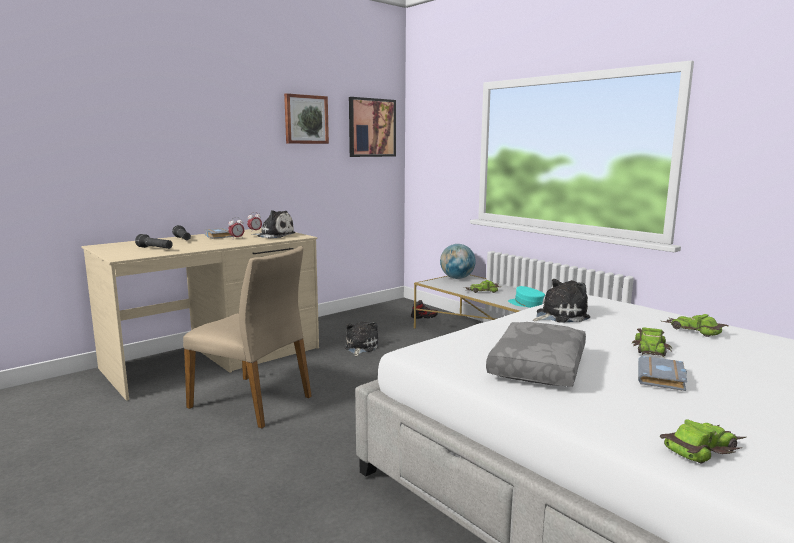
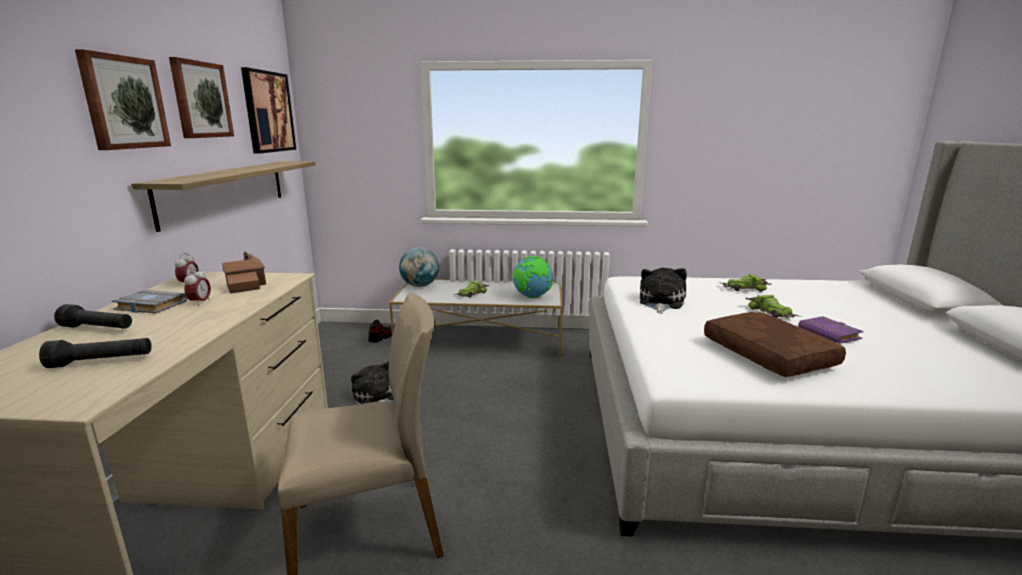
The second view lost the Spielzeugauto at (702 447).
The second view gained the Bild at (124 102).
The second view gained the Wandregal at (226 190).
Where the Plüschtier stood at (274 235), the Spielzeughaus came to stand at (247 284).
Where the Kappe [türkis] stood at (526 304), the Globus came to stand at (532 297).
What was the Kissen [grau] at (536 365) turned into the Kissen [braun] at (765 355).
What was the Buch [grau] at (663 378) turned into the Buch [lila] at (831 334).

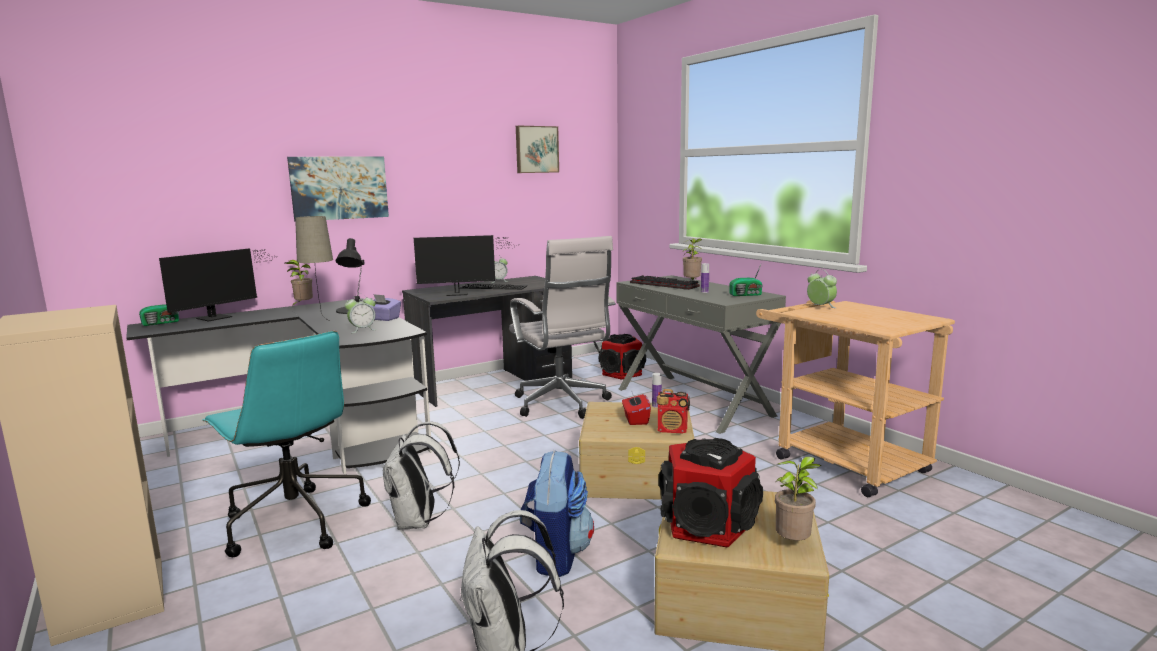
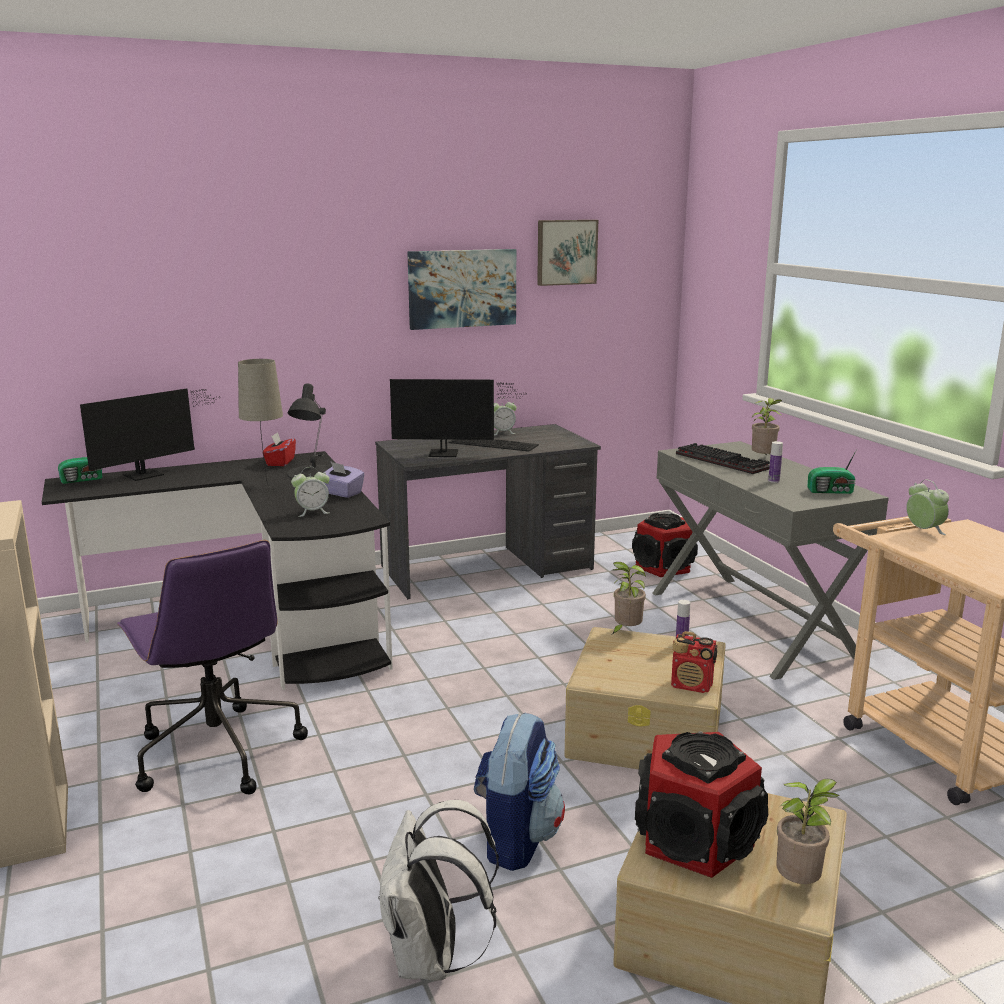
The second view lost the Rucksack [weiß] at (419 522).
The second view lost the Bürostuhl [weiß] at (562 405).
The Topfpflanze ended up elsewhere, having gone from (302 305) to (626 631).
The Bild ended up elsewhere, having gone from (339 188) to (462 288).
The Taschentuchbox [rot] ended up elsewhere, having gone from (635 419) to (280 462).
What was the Bürostuhl [türkis] at (293 522) turned into the Bürostuhl [lila] at (216 751).

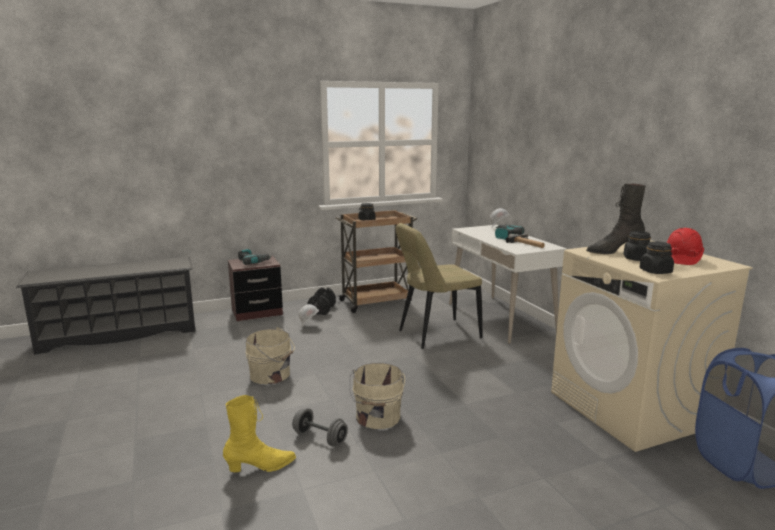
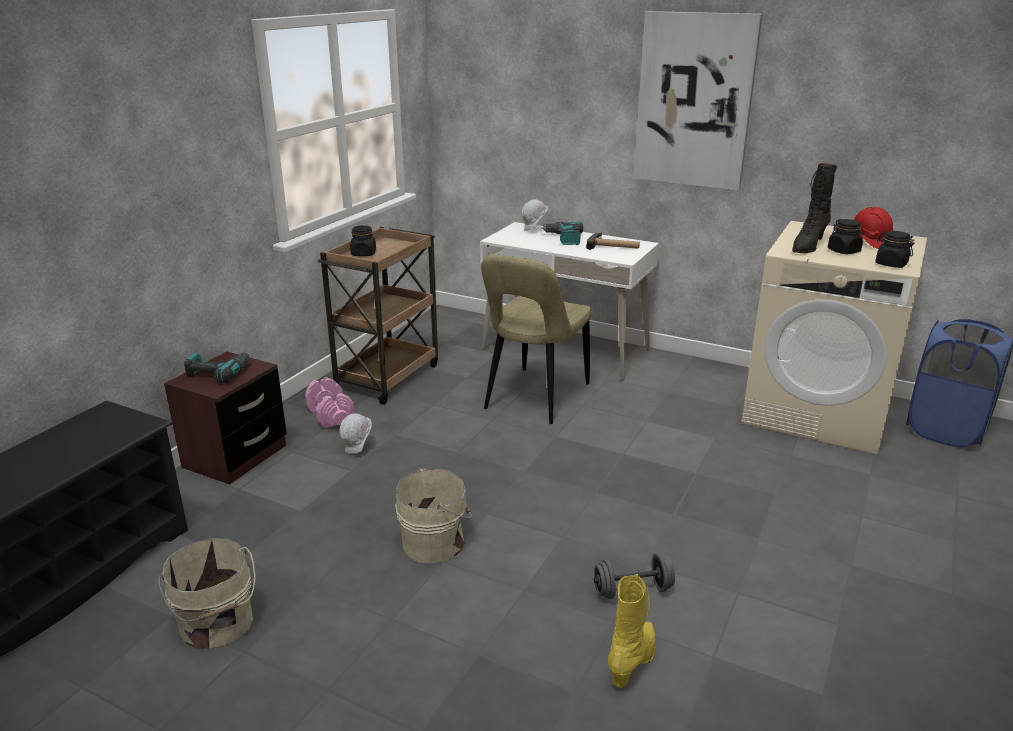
The second view gained the Bild at (694 101).
The Eimer [beige] ended up elsewhere, having gone from (377 417) to (217 625).
What was the Hantel [schwarz] at (322 309) turned into the Hantel [rosa] at (331 415).

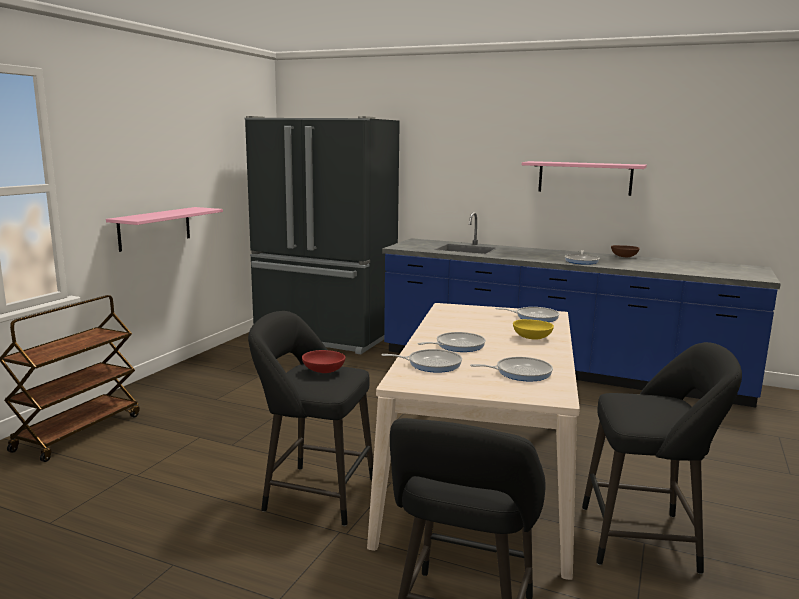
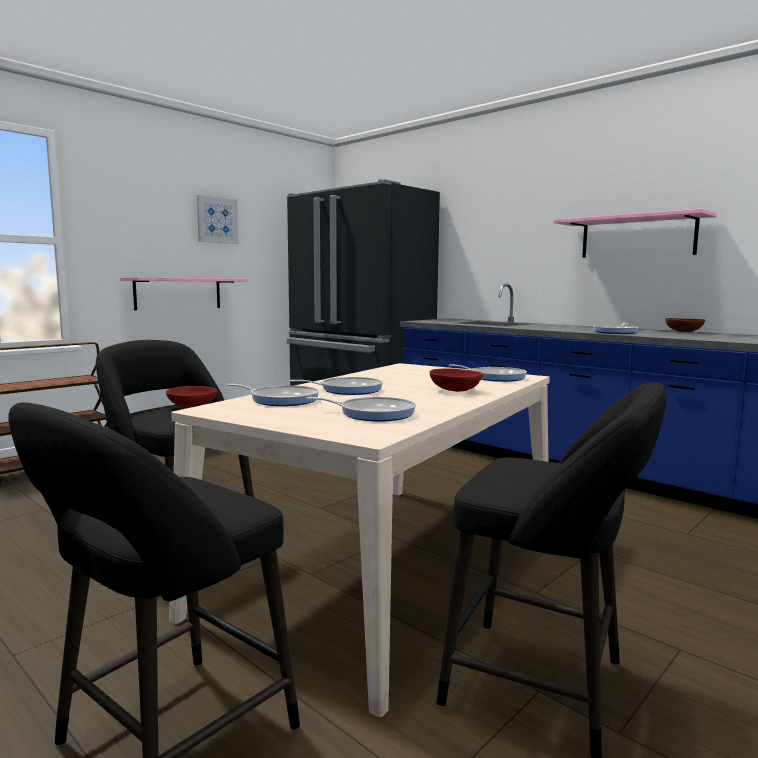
The second view gained the Bild at (217 220).
What was the Schüssel [gelb] at (531 338) turned into the Schüssel [rot] at (455 390).

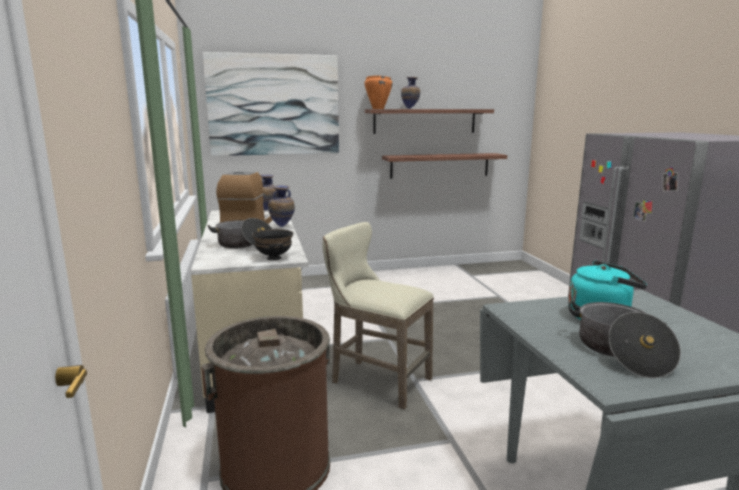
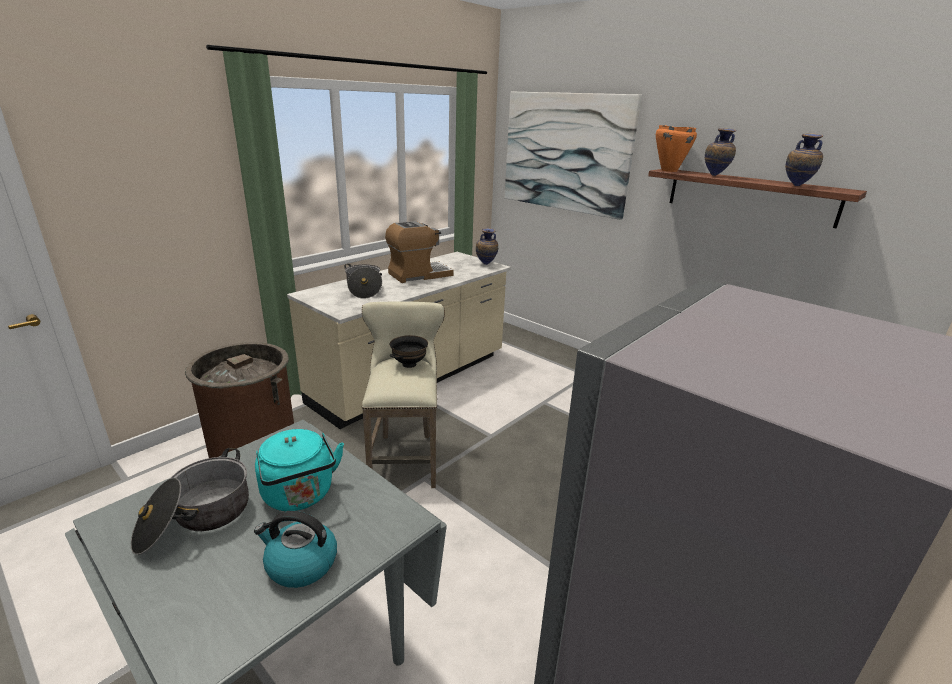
The second view lost the Wandregal at (440 165).
The second view gained the Wasserkessel at (300 564).
The Schüssel [schwarz] ended up elsewhere, having gone from (273 258) to (409 364).
The Vase ended up elsewhere, having gone from (282 227) to (796 186).

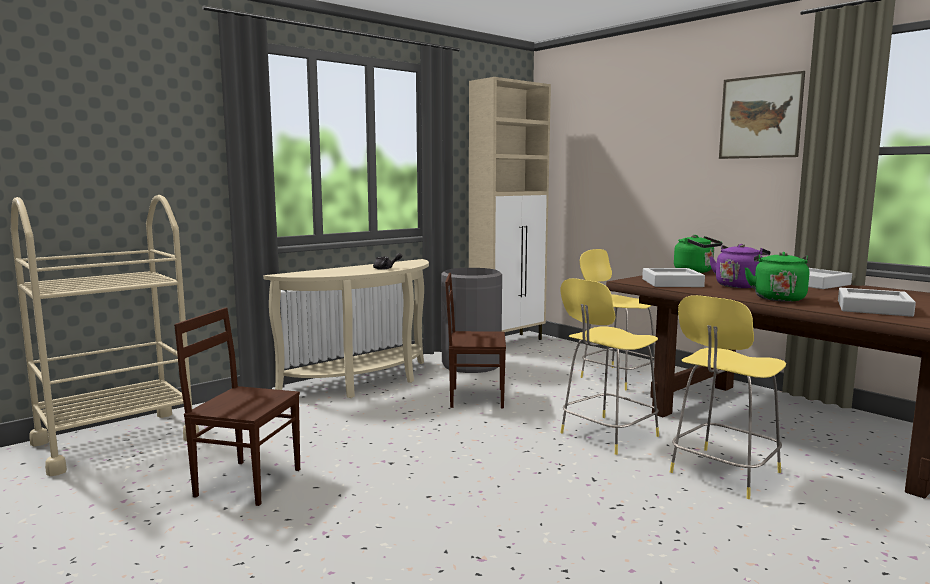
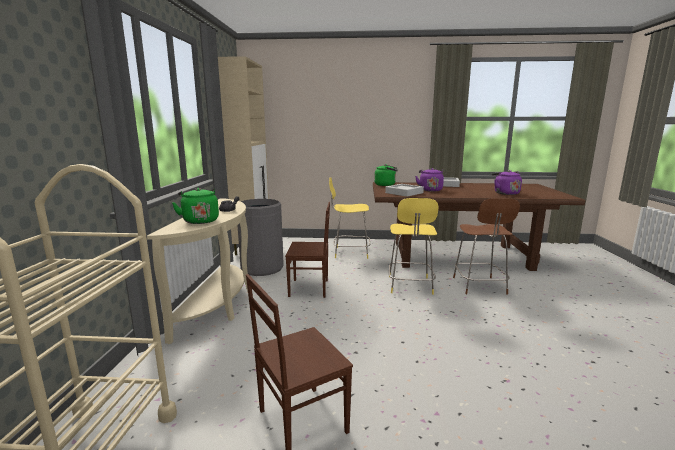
The second view lost the Bild at (760 117).
The Wasserkessel [grün] ended up elsewhere, having gone from (777 298) to (200 220).
Where the Tablett [grau] stood at (873 308), the Wasserkessel [lila] came to stand at (505 193).
What was the Hocker [gelb] at (723 473) turned into the Hocker [braun] at (479 286).
The Stuhl [braun] at (476 397) ended up facing another way, 135 degrees counterclockwise from before.

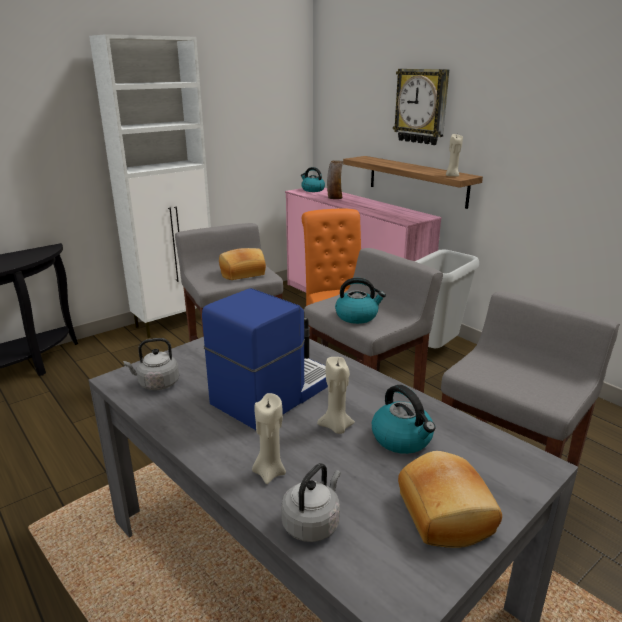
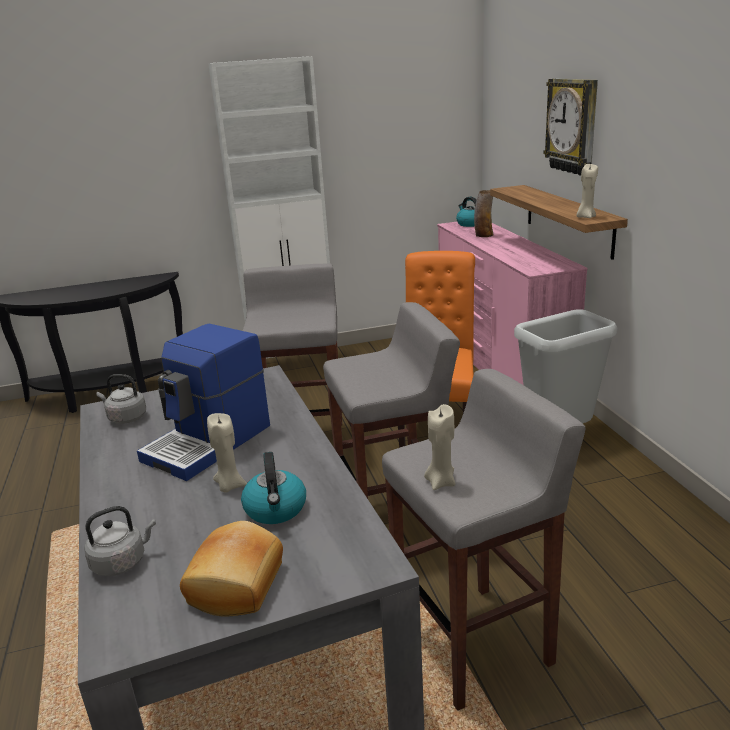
The second view lost the Brot at (242 273).
The second view lost the Wasserkessel at (357 316).
The Kerze [beige] ended up elsewhere, having gone from (269 472) to (440 482).
The Kaffeemaschine at (272 392) ended up facing another way, 150 degrees clockwise from before.

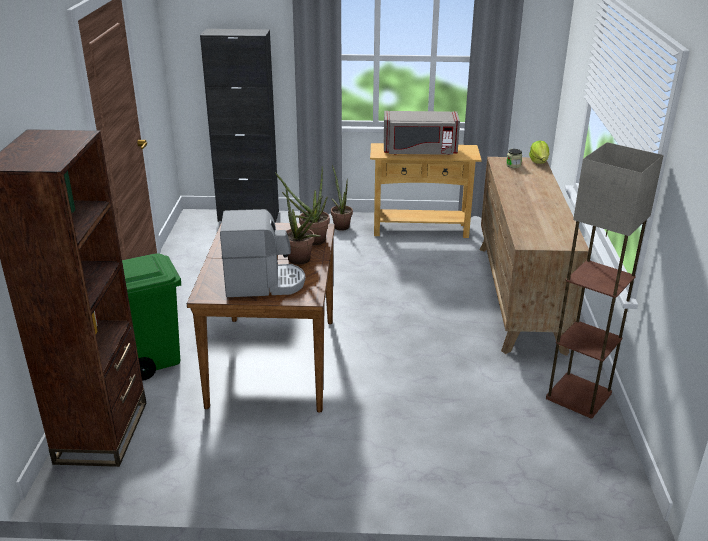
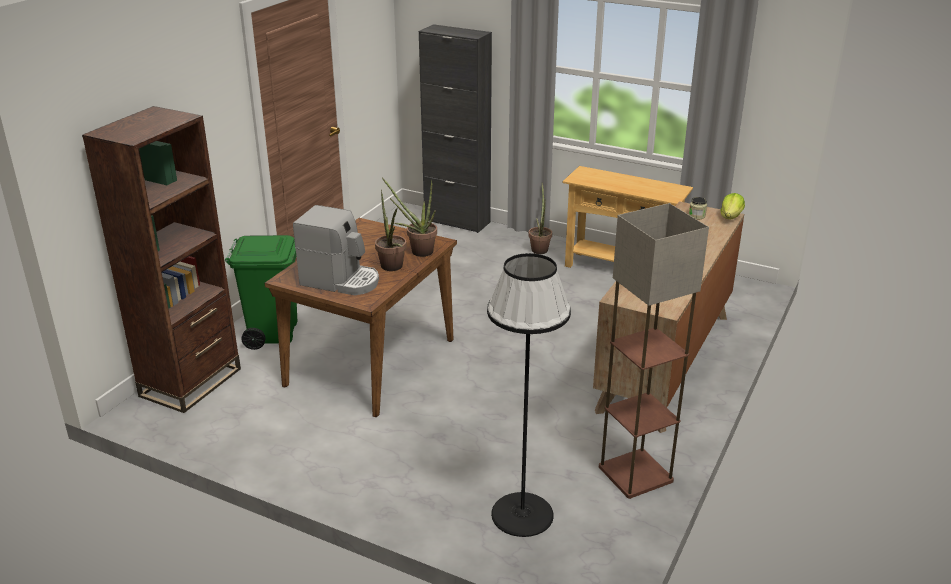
The second view lost the Mikrowelle [grau] at (419 151).
The second view gained the Stehlampe [schwarz] at (522 514).

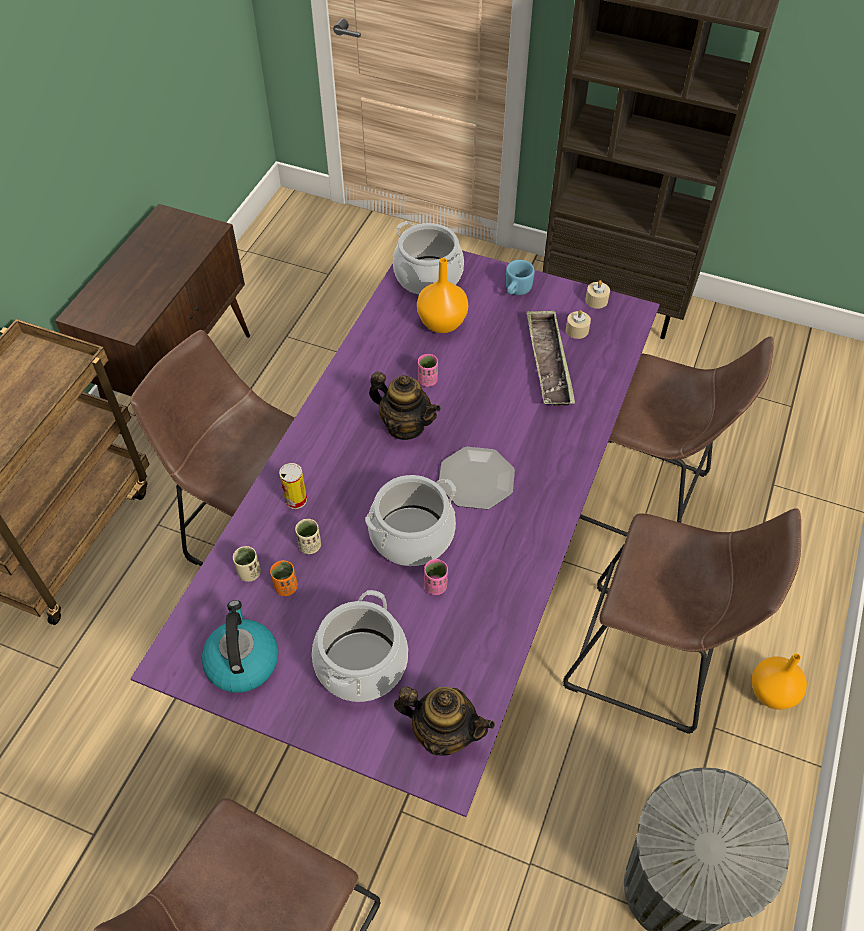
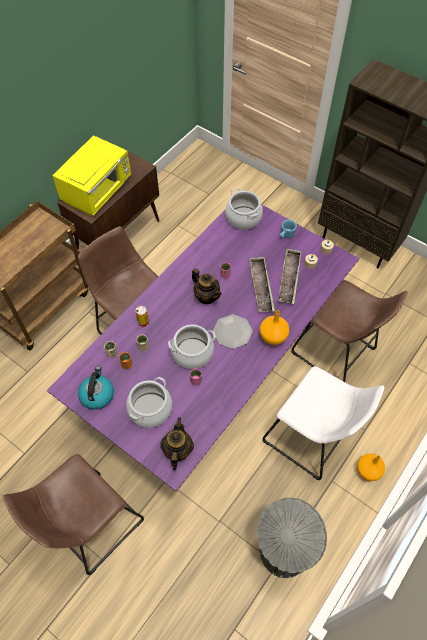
The second view gained the Mikrowelle [gelb] at (98 191).
The second view gained the Tablett at (261 286).
The Vase [orange] ended up elsewhere, having gone from (442 322) to (273 336).
What was the Hocker [braun] at (652 662) turned into the Hocker [weiß] at (311 440).
The Teekanne at (443 733) ended up facing another way, 120 degrees counterclockwise from before.

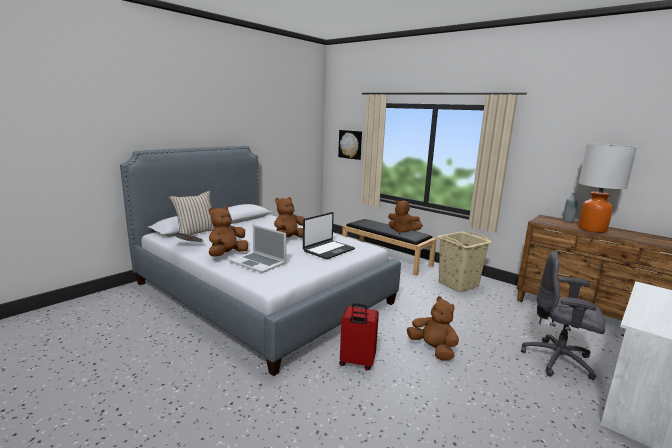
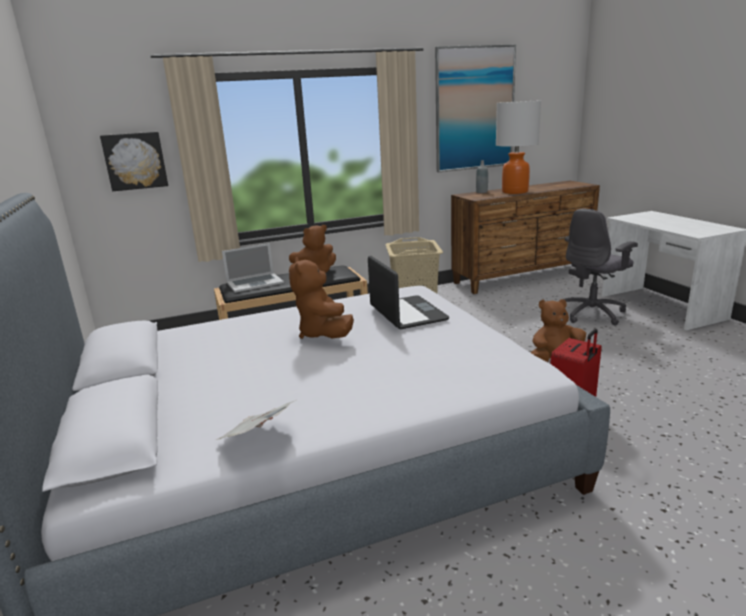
The second view lost the Kissen [beige] at (196 232).
The second view lost the Plüschtier [braun] at (227 254).
The second view gained the Bild at (474 109).
The Laptop ended up elsewhere, having gone from (258 262) to (254 283).

